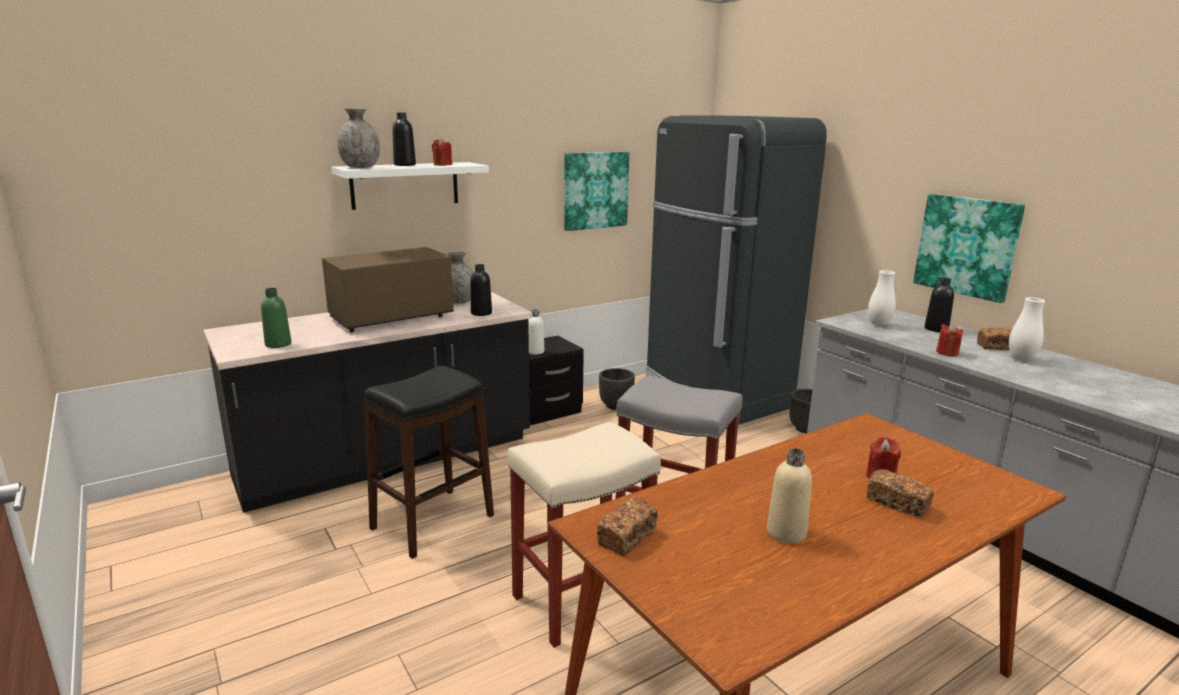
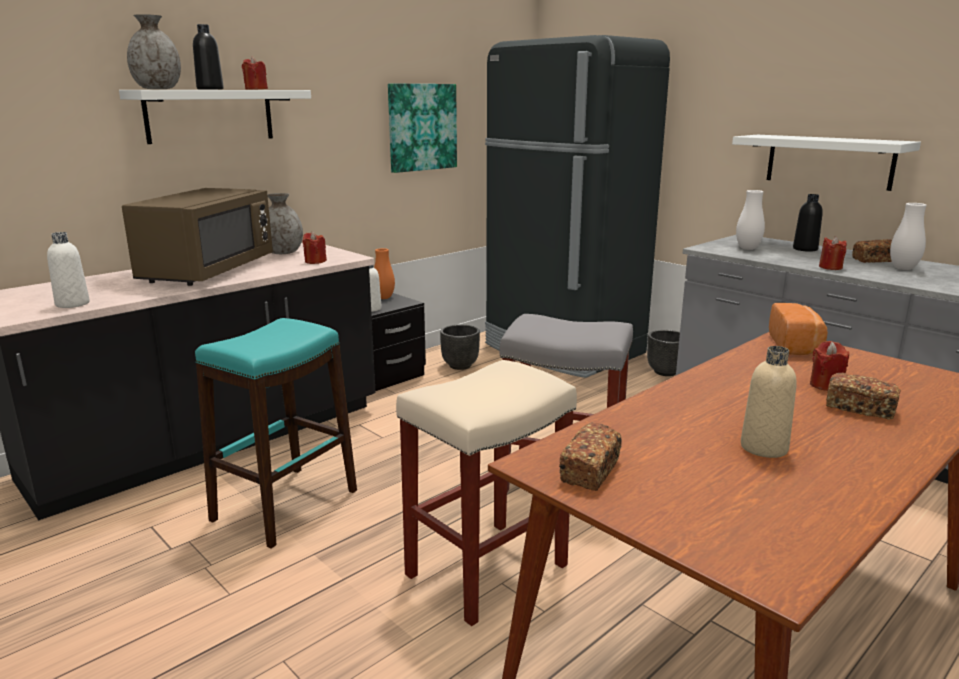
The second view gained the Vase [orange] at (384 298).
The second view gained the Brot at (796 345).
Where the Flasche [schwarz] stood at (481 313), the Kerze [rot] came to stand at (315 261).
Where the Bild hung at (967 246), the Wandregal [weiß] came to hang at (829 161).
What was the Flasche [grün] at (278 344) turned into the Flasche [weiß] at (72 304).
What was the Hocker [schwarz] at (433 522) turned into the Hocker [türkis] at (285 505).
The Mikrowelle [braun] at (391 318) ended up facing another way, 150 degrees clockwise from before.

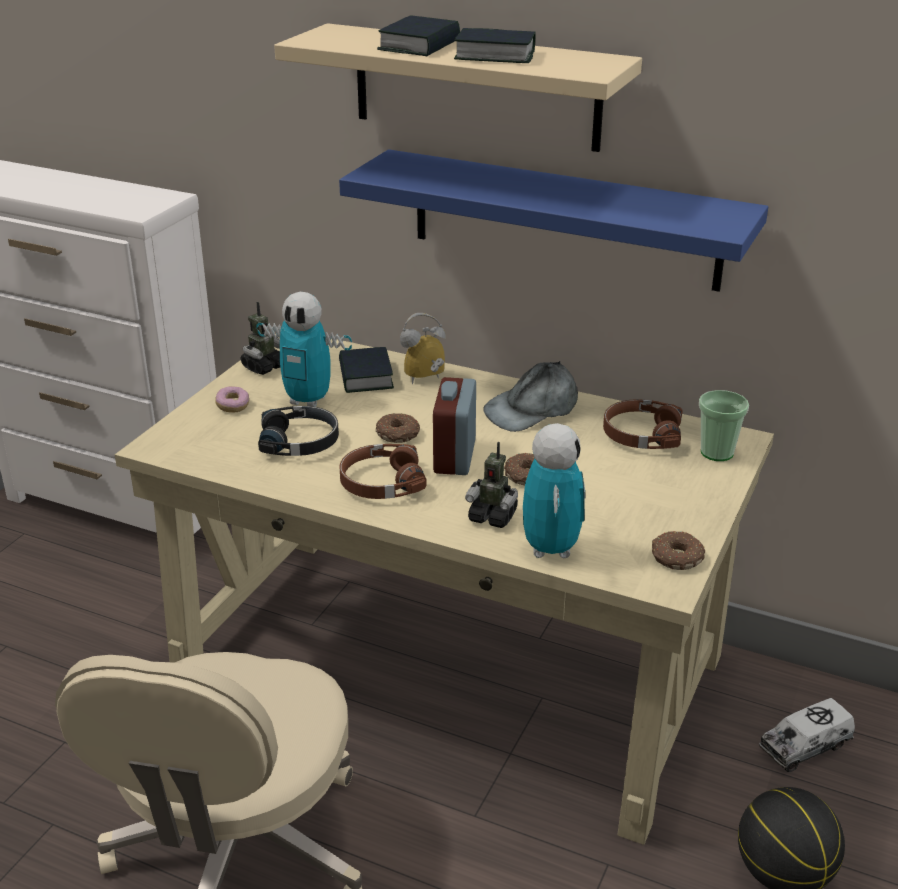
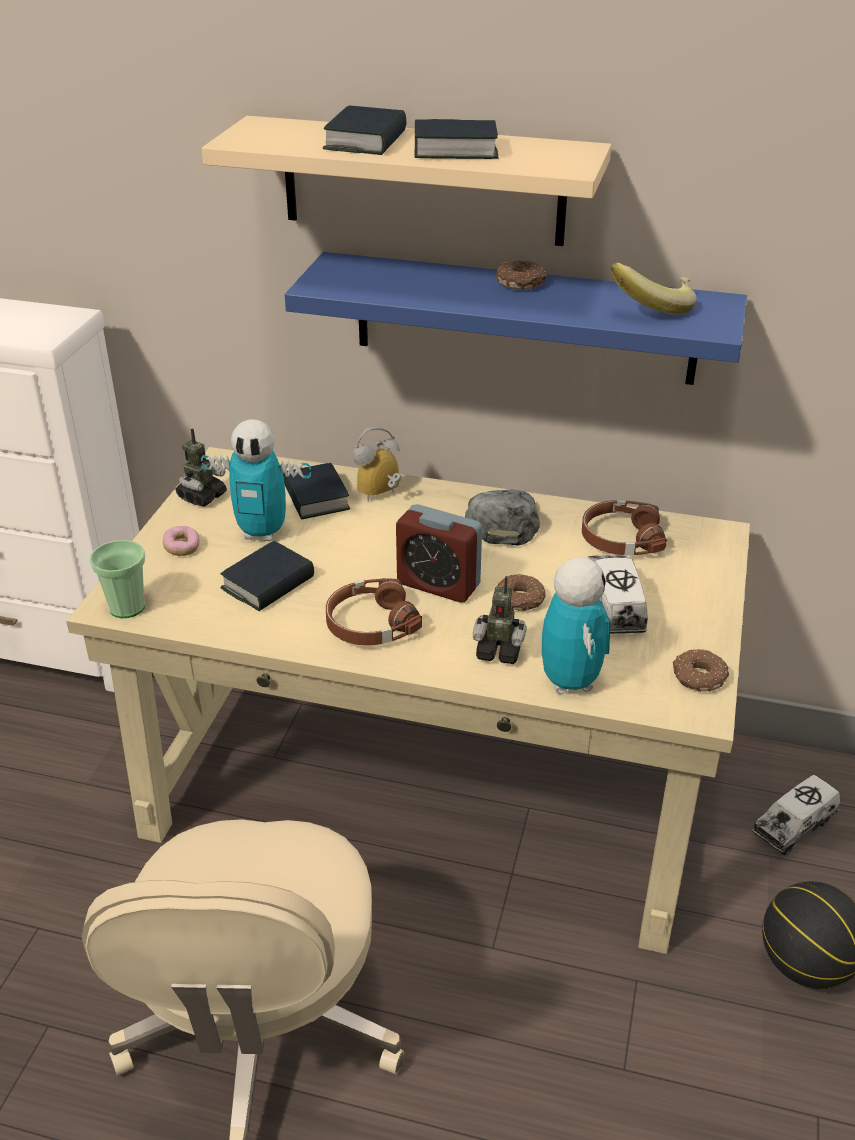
The second view gained the Spielzeuglaster at (614 605).
The second view gained the Banane at (652 307).
The Donut ended up elsewhere, having gone from (398 435) to (521 283).
The Tasse ended up elsewhere, having gone from (717 453) to (127 607).
Where the Kopfhörer [schwarz] stood at (300 441), the Buch came to stand at (268 583).
The Wecker at (454 457) ended up facing another way, 60 degrees counterclockwise from before.
The Kappe [grau] at (532 409) ended up facing another way, 135 degrees clockwise from before.

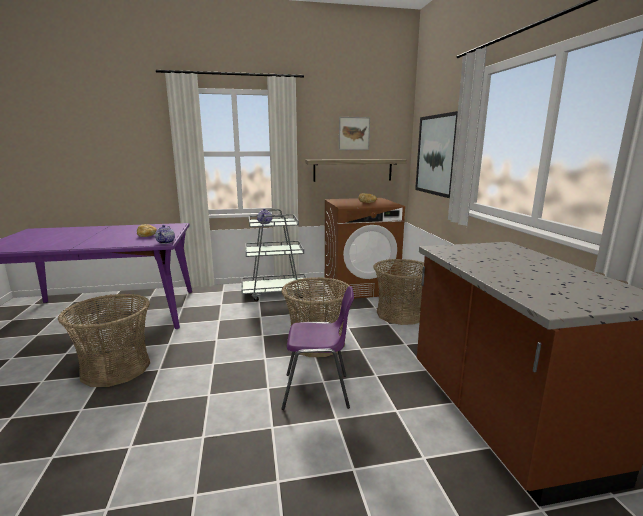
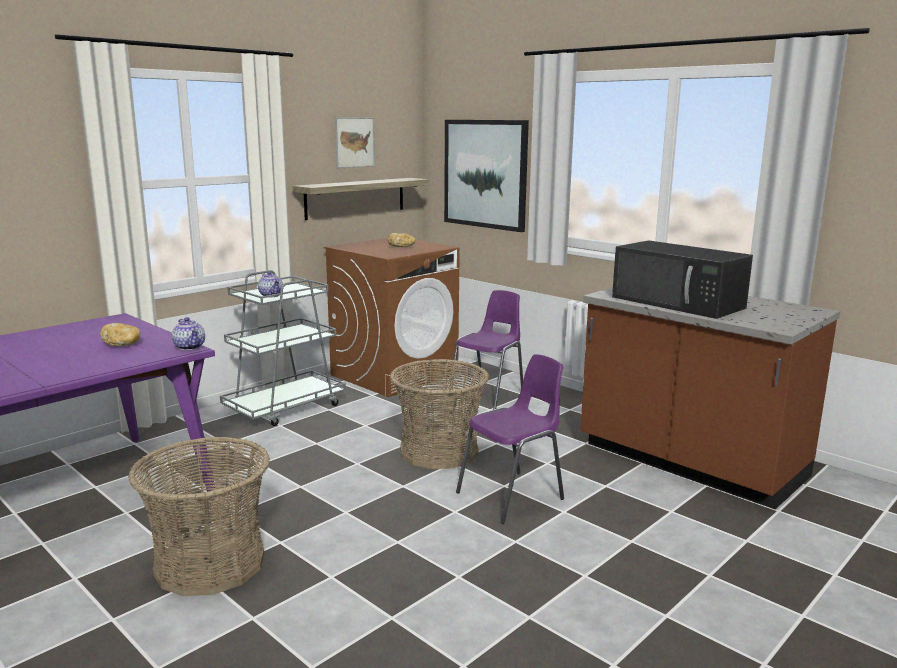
The second view gained the Mikrowelle [schwarz] at (679 302).
Where the Korb stood at (400 314), the Stuhl [lila] came to stand at (488 395).

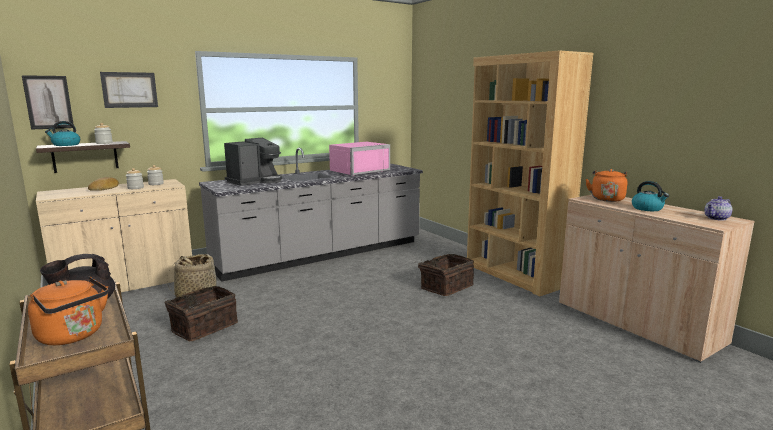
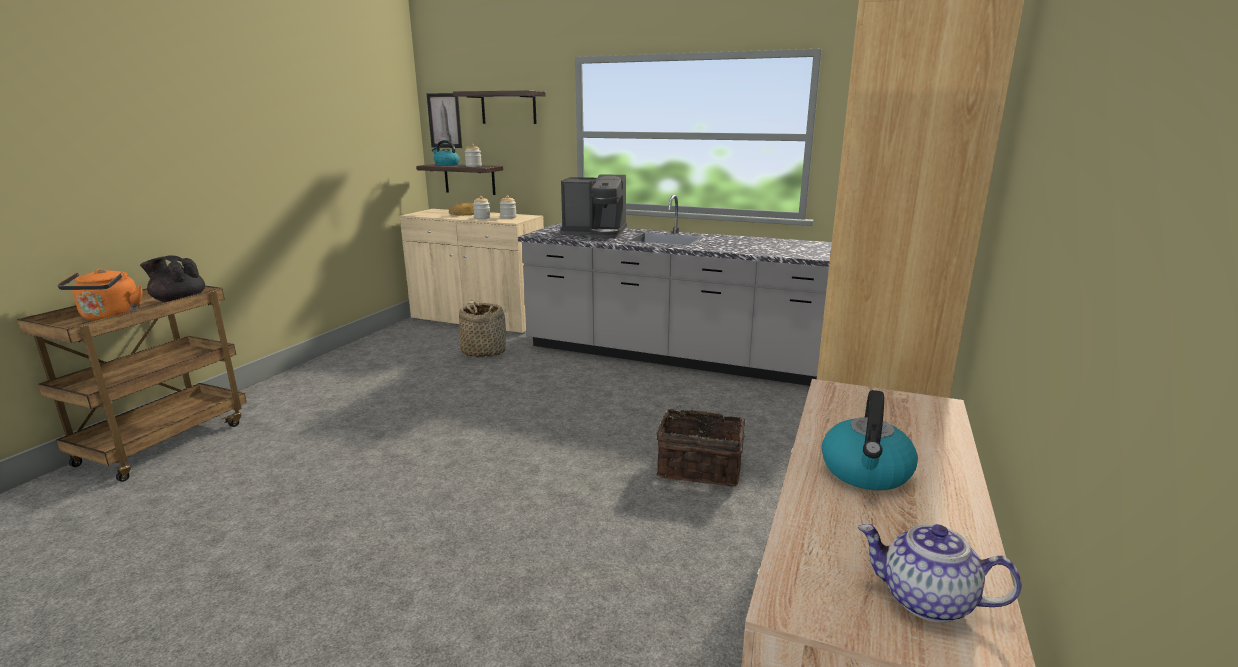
The second view lost the Korb at (203 327).
The second view lost the Mikrowelle [rosa] at (357 171).
The second view lost the Wasserkessel [orange] at (606 199).
Where the Bild hung at (129 90), the Wandregal came to hang at (508 107).

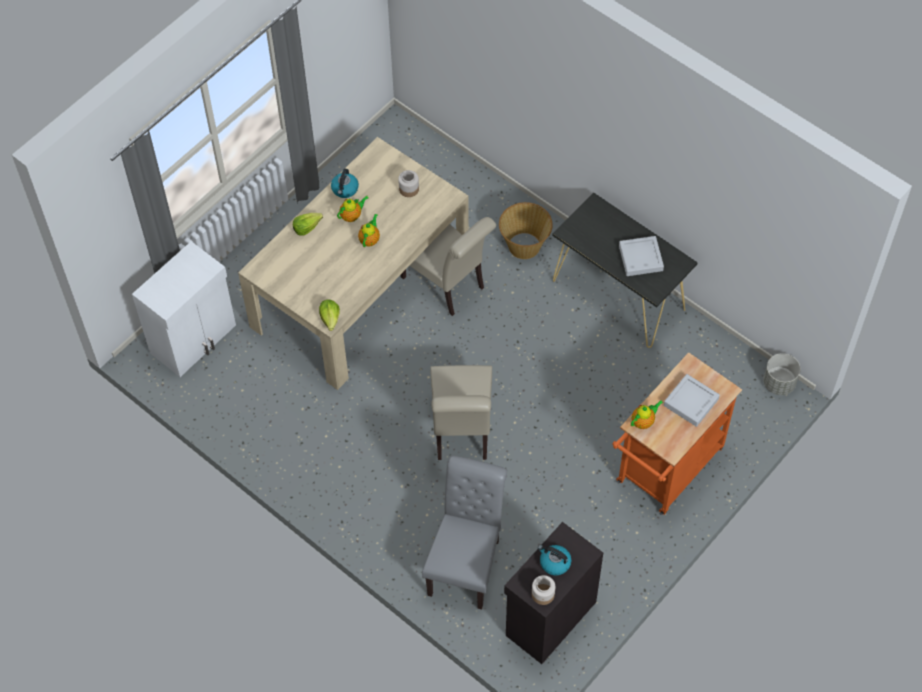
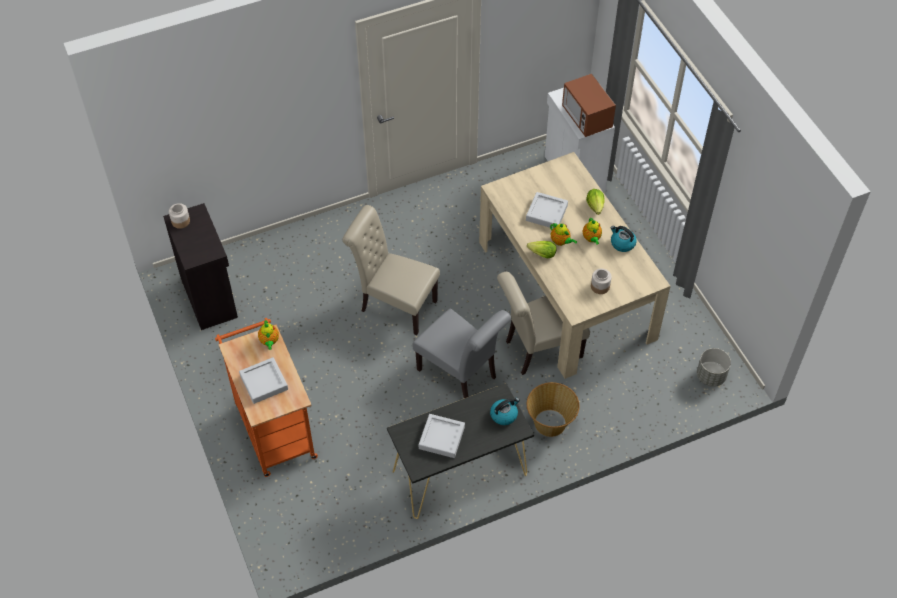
The second view gained the Tablett [grau] at (546 213).
The second view gained the Mikrowelle at (586 118).
The Salatkopf ended up elsewhere, having gone from (330 318) to (542 254).
The Stuhl [grau] ended up elsewhere, having gone from (466 563) to (461 376).
The Wasserkessel ended up elsewhere, having gone from (554 563) to (504 415).
The Pflanzkübel [grau] ended up elsewhere, having gone from (779 383) to (710 376).

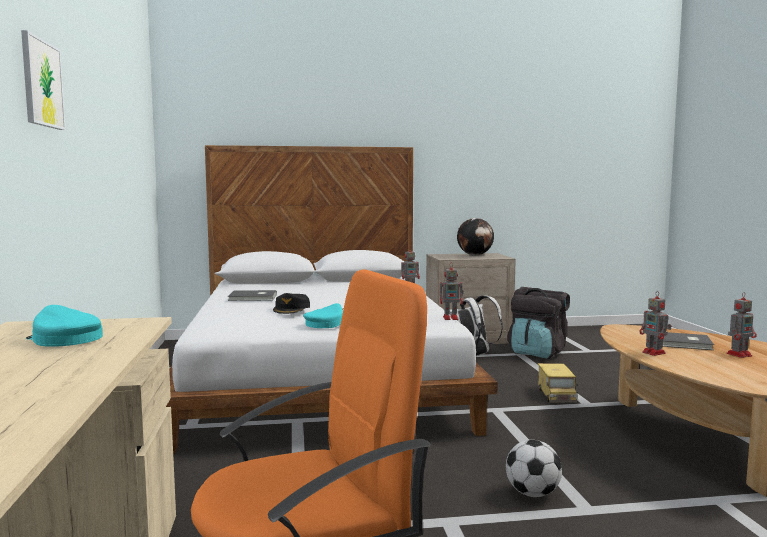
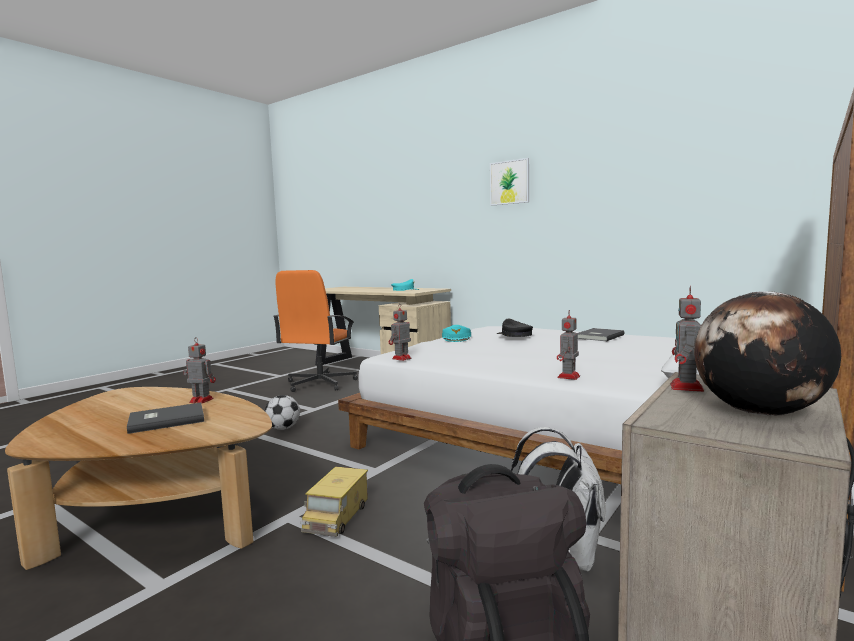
The Spielzeugroboter ended up elsewhere, having gone from (739 354) to (686 388).
The Spielzeuglaster at (556 395) ended up facing another way, 120 degrees counterclockwise from before.

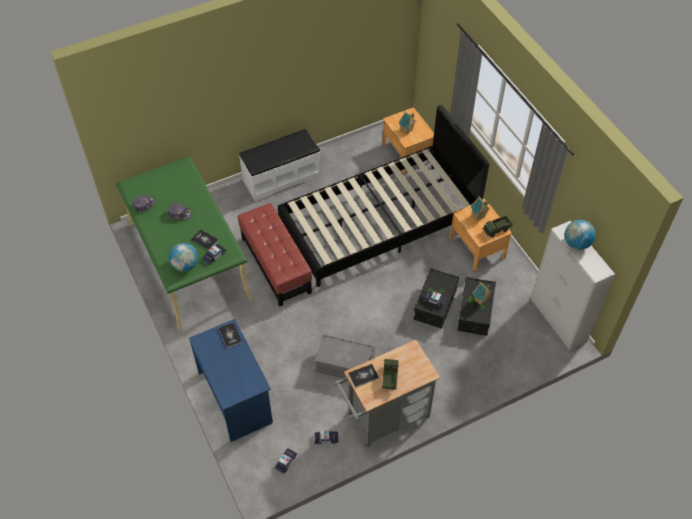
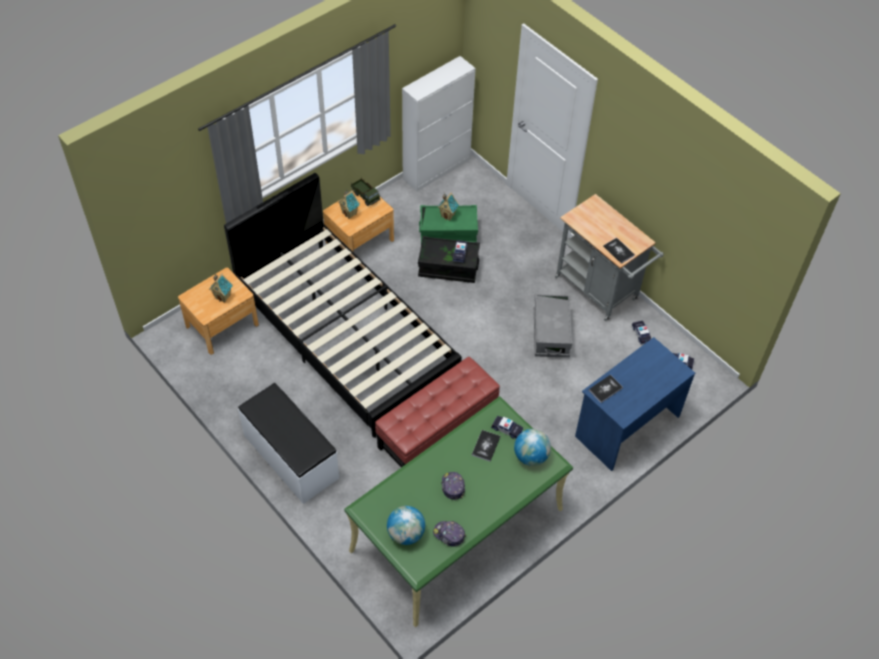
The second view lost the Spielzeuglaster at (389 378).
The Globus ended up elsewhere, having gone from (576 244) to (406 534).
What was the Aufbewahrungsbox [schwarz] at (475 312) turned into the Aufbewahrungsbox [grün] at (448 233).

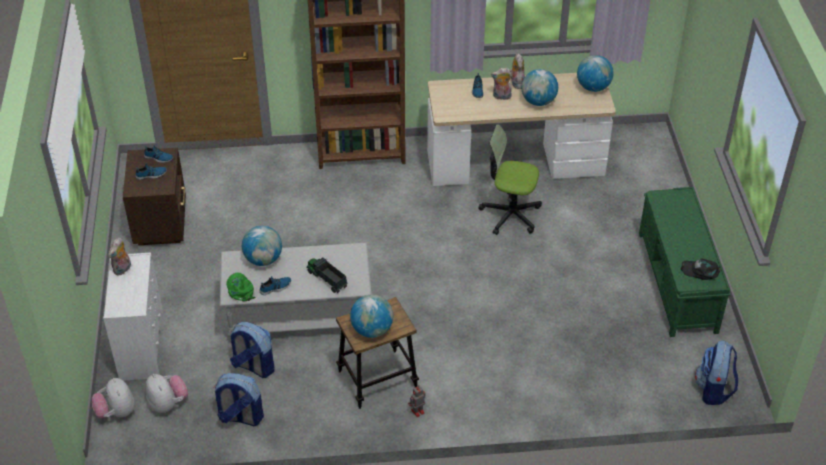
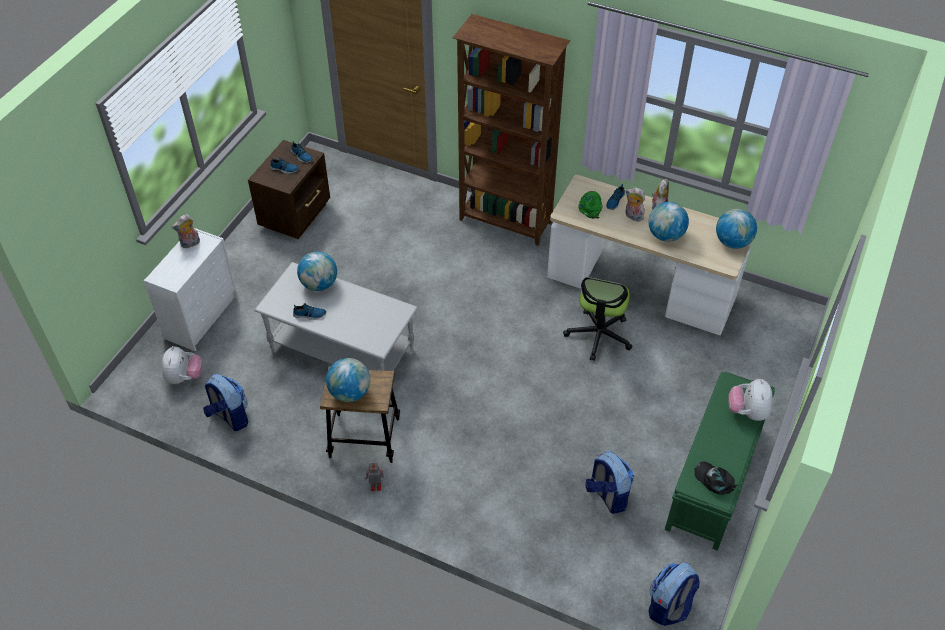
The second view lost the Spielzeuglaster at (326 279).
The Plüschtier ended up elsewhere, having gone from (116 412) to (747 412).
The Kappe [grün] ended up elsewhere, having gone from (240 289) to (590 206).
The Rucksack ended up elsewhere, having gone from (253 366) to (607 495).
The Bürostuhl at (510 214) ended up facing another way, 120 degrees counterclockwise from before.

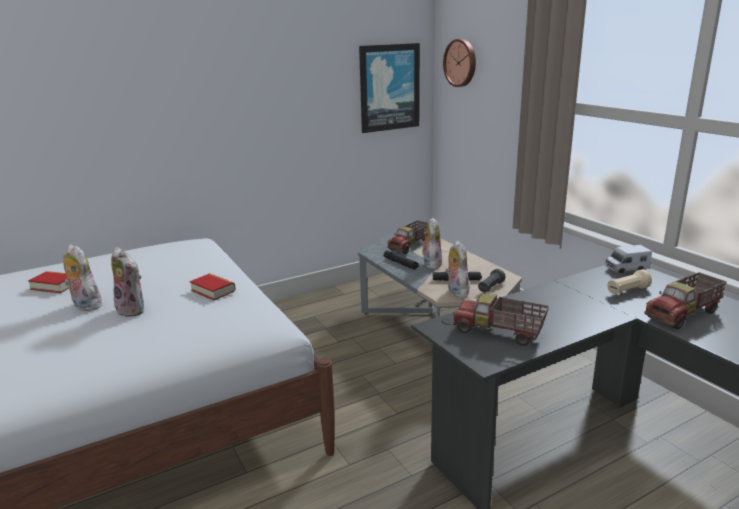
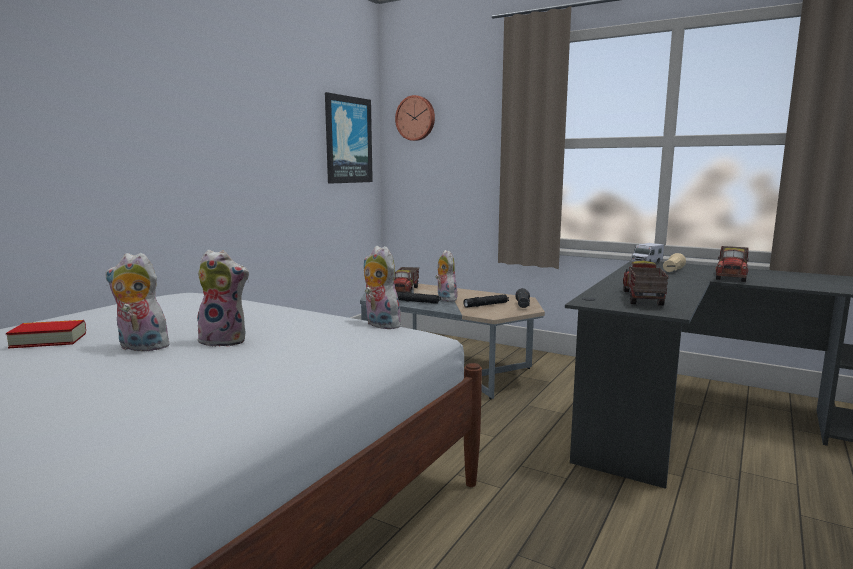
The second view lost the Buch at (213 290).
The Plüschtier ended up elsewhere, having gone from (456 292) to (379 325).
The Spielzeuglaster at (498 333) ended up facing another way, 105 degrees clockwise from before.

